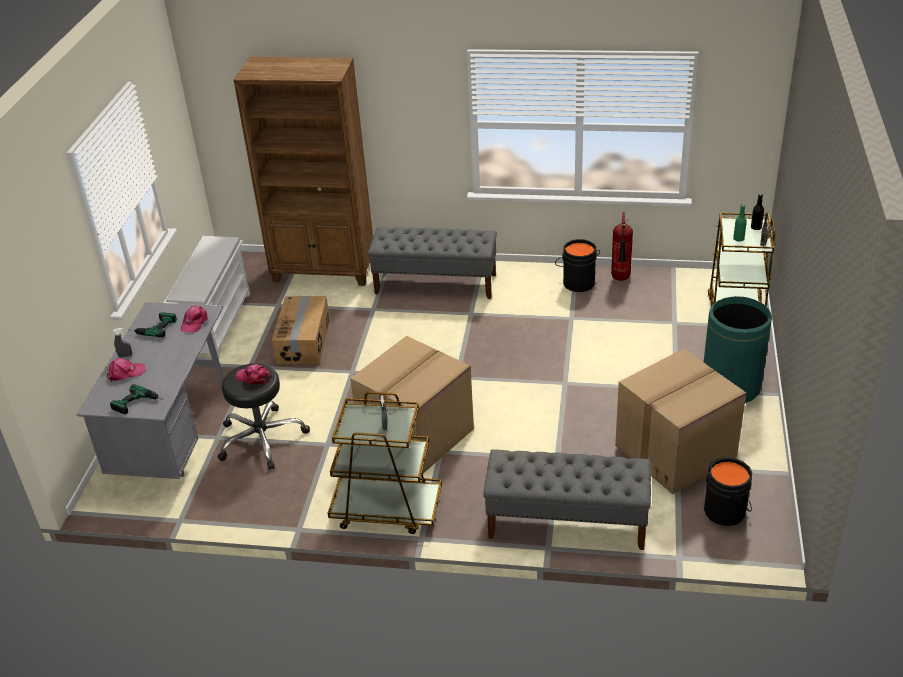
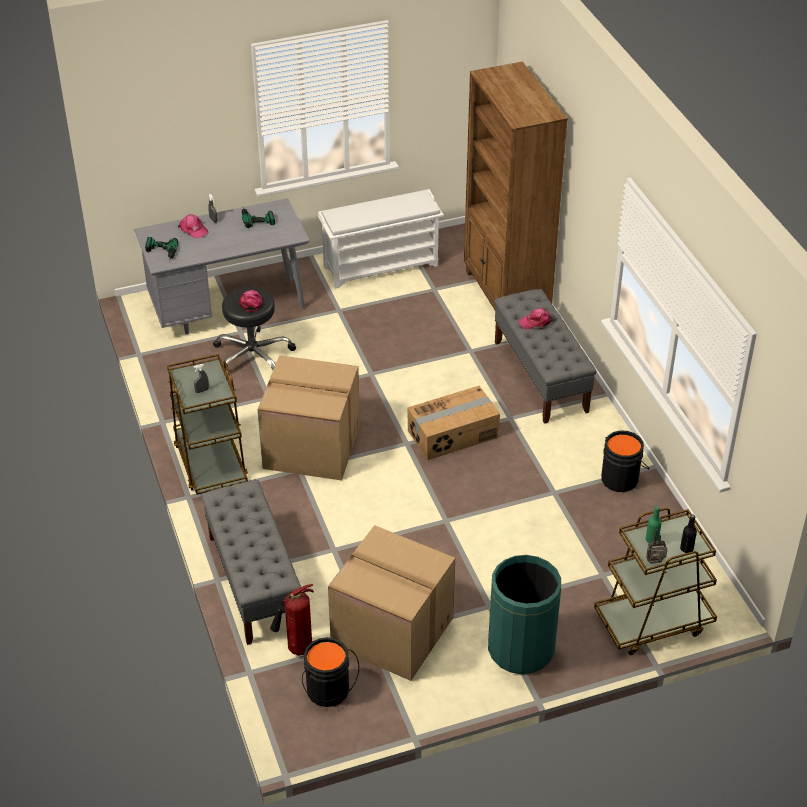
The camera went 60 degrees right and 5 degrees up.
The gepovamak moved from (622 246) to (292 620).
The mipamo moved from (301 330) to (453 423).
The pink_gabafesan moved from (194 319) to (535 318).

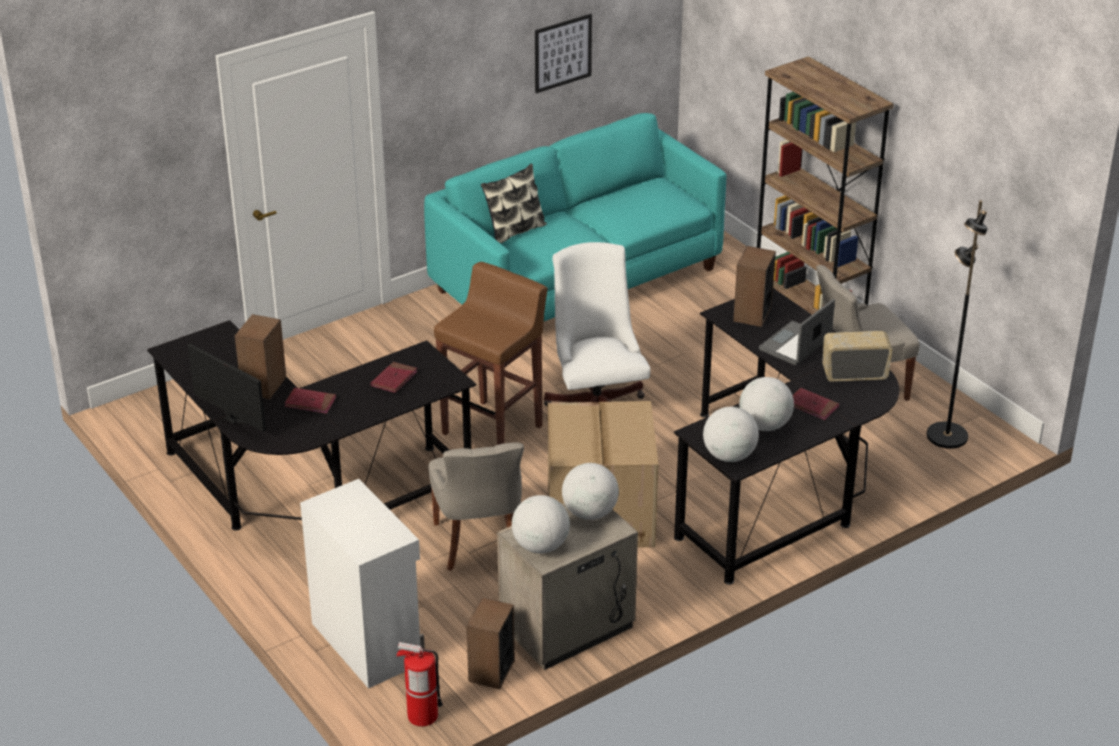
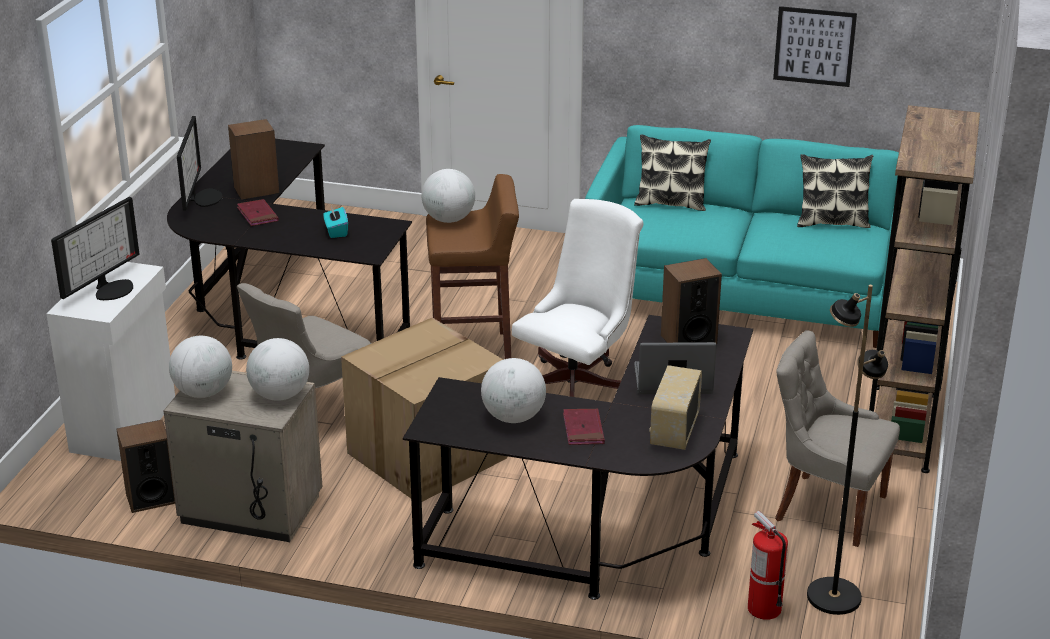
The camera went 50 degrees right and 5 degrees down.
The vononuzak at (95 248) appeared.
The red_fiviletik at (394 377) was replaced by the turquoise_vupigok at (335 222).
The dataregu moved from (731 434) to (448 196).
The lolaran at (857 356) turned 120 degrees counterclockwise.
The gepovamak moved from (419 684) to (768 565).
The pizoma at (835 191) appeared.

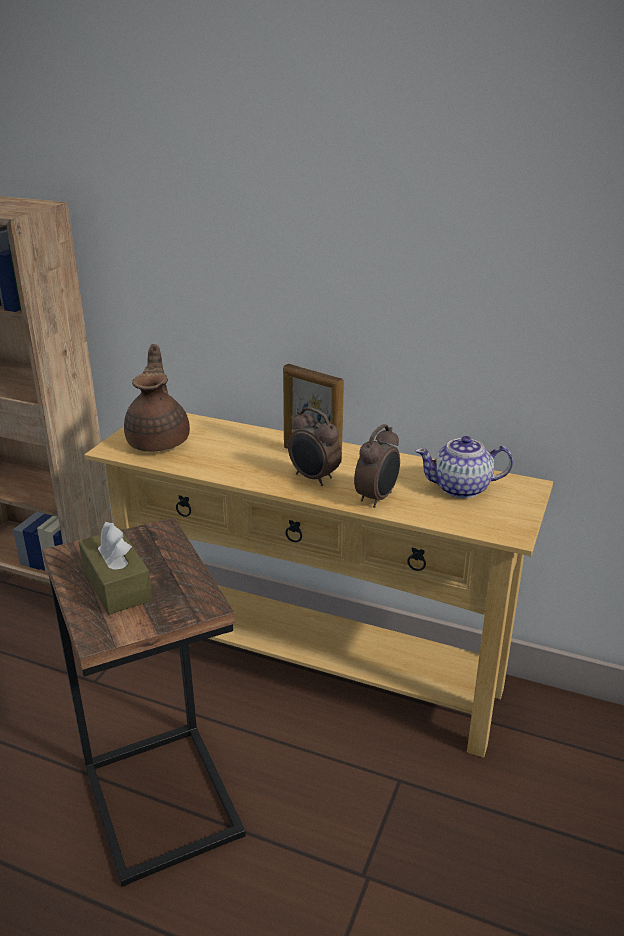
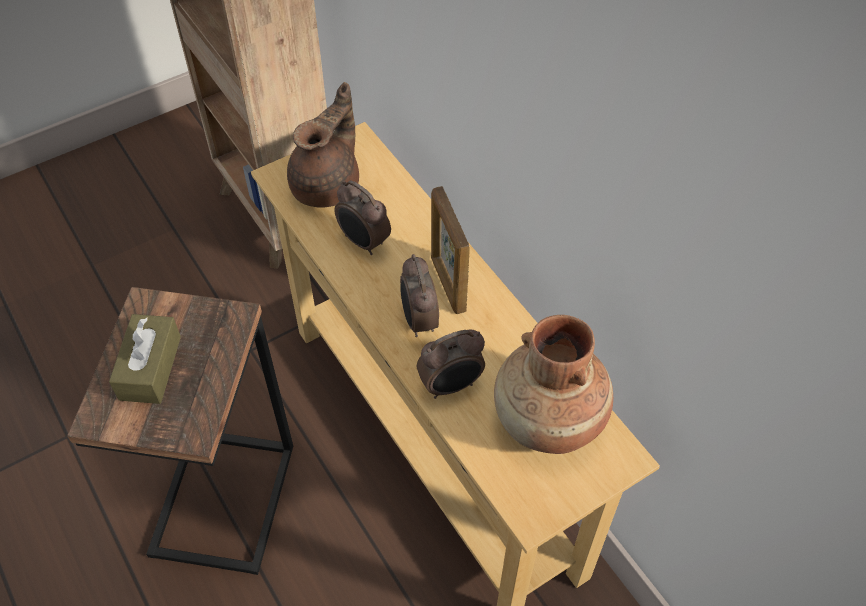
The camera went 35 degrees right and 25 degrees up.
The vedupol at (362 217) appeared.
The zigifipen at (464 467) was replaced by the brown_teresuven at (553 384).

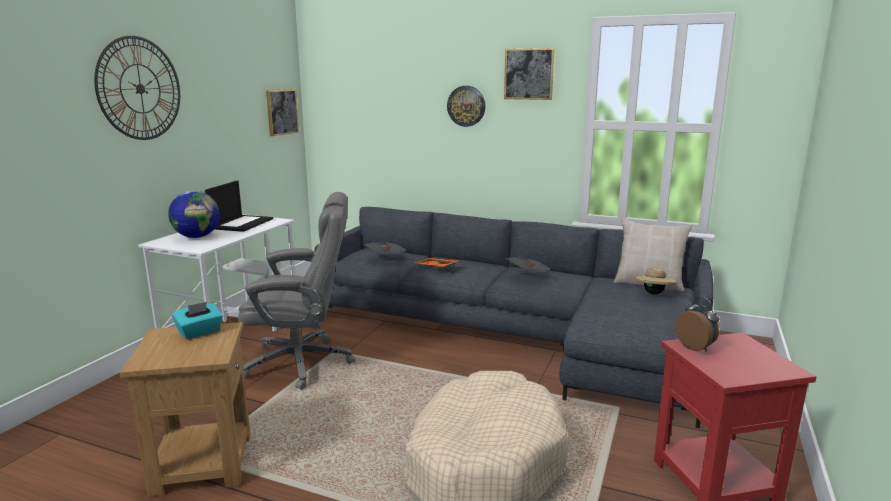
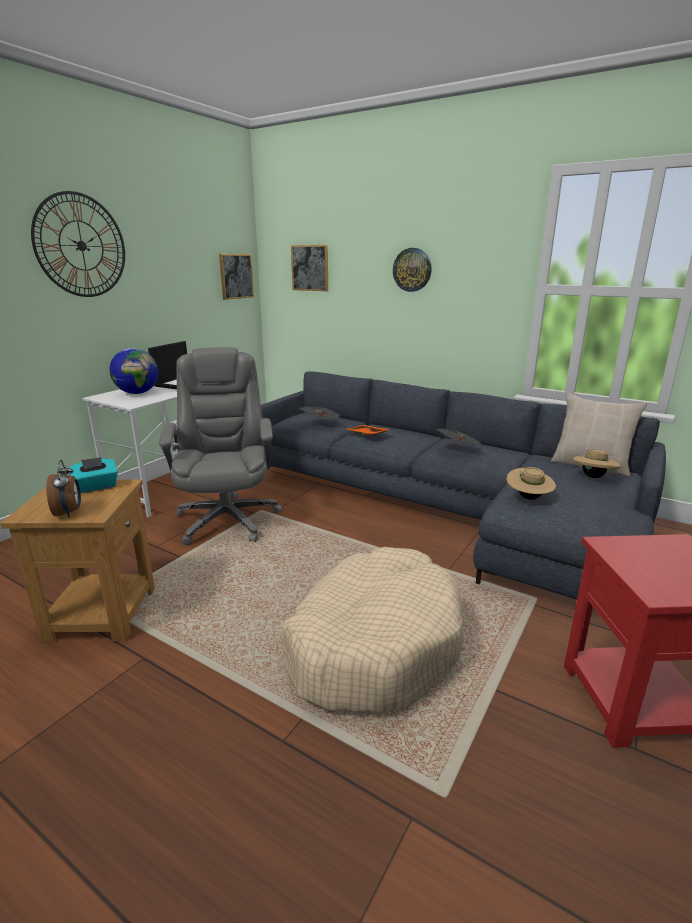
The camera went 10 degrees right and 5 degrees up.
The vedupol moved from (697 324) to (63 489).
The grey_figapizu at (296 291) turned 105 degrees counterclockwise.
The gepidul moved from (529 74) to (309 268).
The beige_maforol at (531 483) appeared.

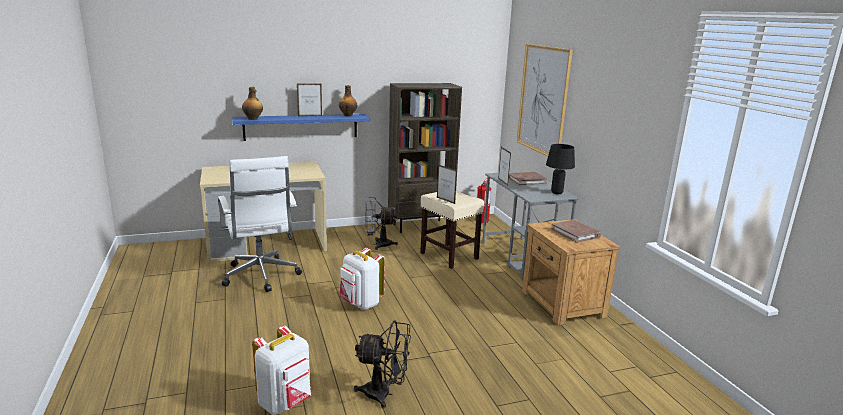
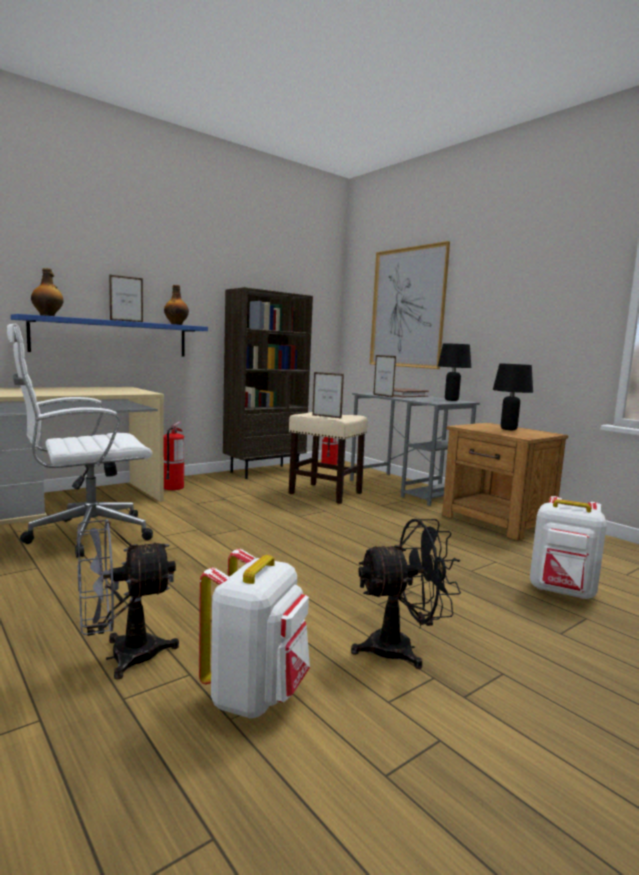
The camera went 20 degrees left and 10 degrees down.
The white_figapizu at (260 224) turned 105 degrees clockwise.
The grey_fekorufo moved from (381 223) to (128 599).
The gepovamak at (174 455) appeared.
The brown_fiviletik at (576 231) was replaced by the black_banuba at (513 396).
The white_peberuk moved from (362 279) to (568 548).

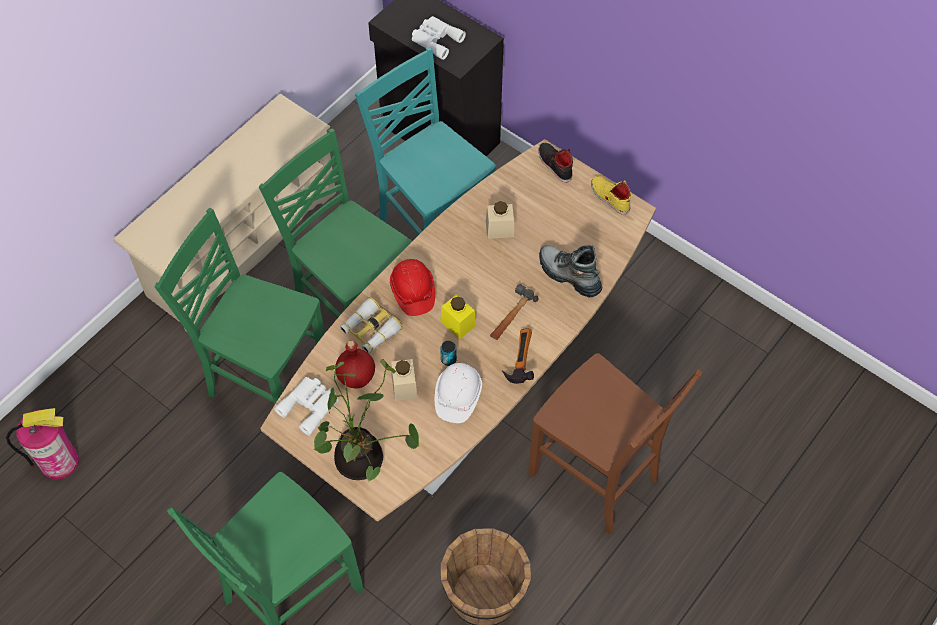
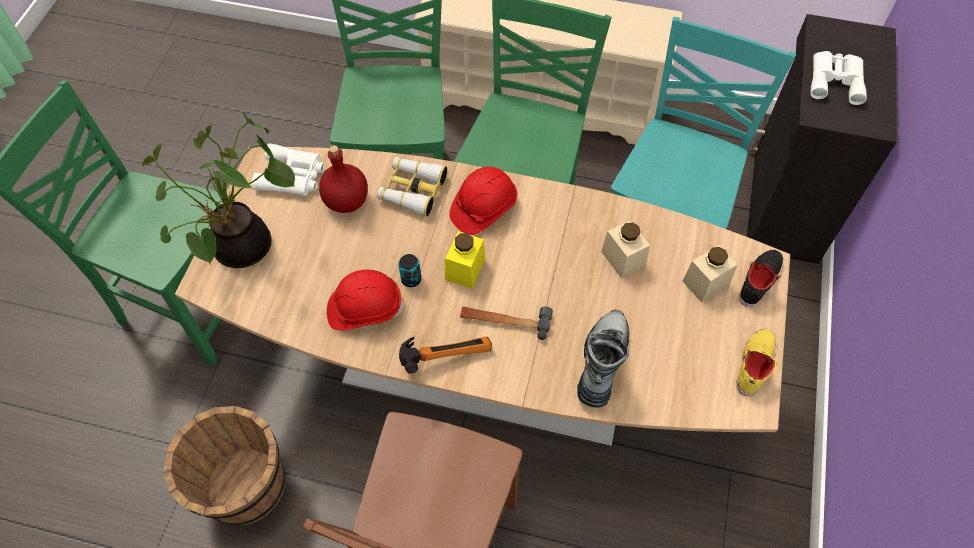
The camera went 65 degrees right and 0 degrees up.
The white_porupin at (458 393) became the red_porupin at (365 300).
The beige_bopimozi moved from (404 380) to (710 274).
The gepovamak at (42 444) disappeared.

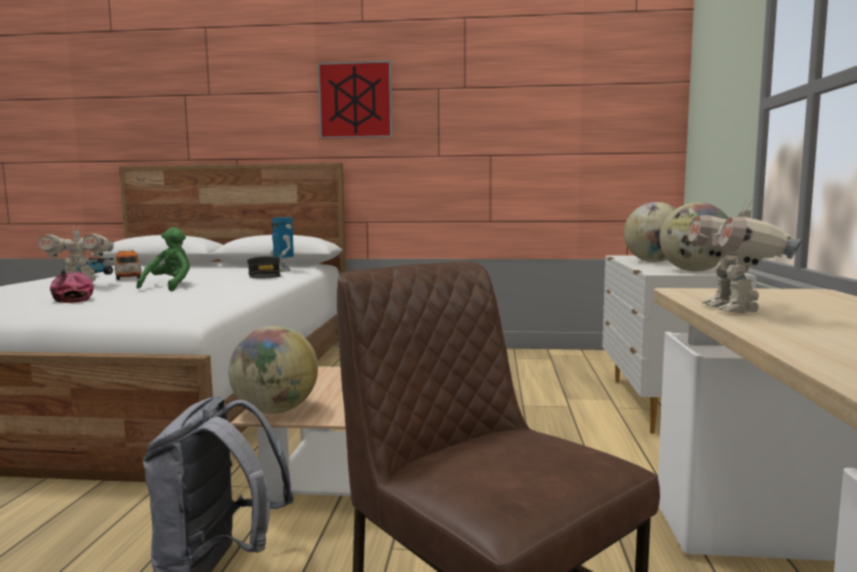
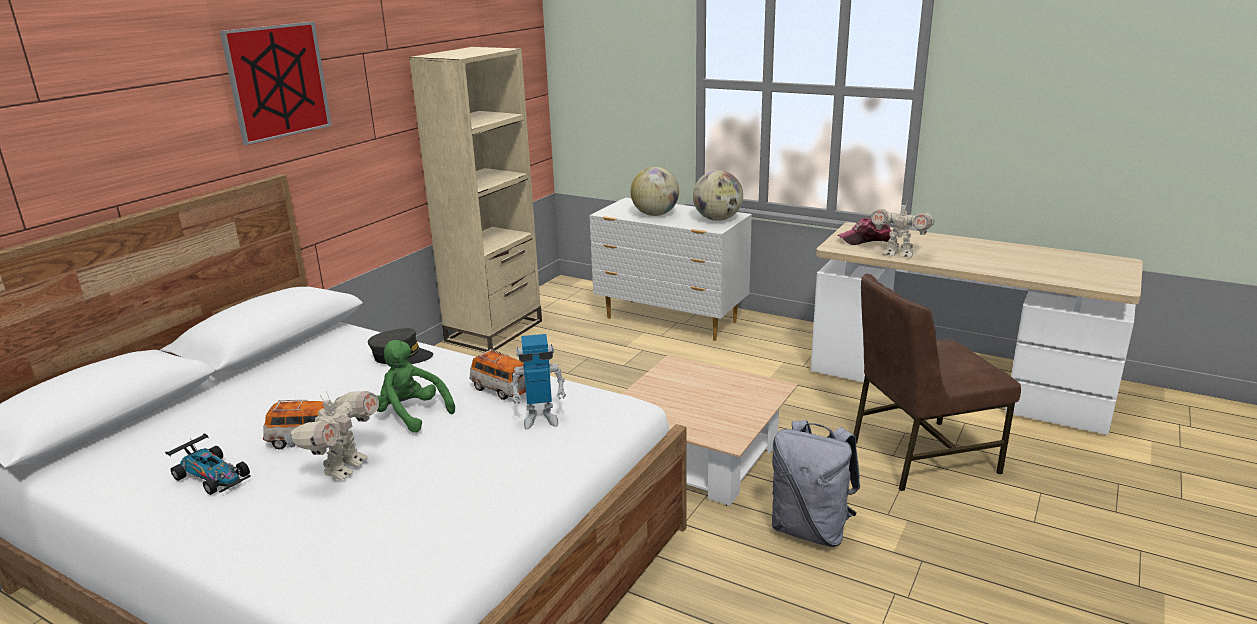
The camera went 65 degrees left and 15 degrees up.
The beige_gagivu at (475 199) appeared.
The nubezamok at (497 374) appeared.
The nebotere moved from (282 244) to (538 382).
The gabafesan moved from (72 287) to (865 231).
The dataregu at (273 370) disappeared.

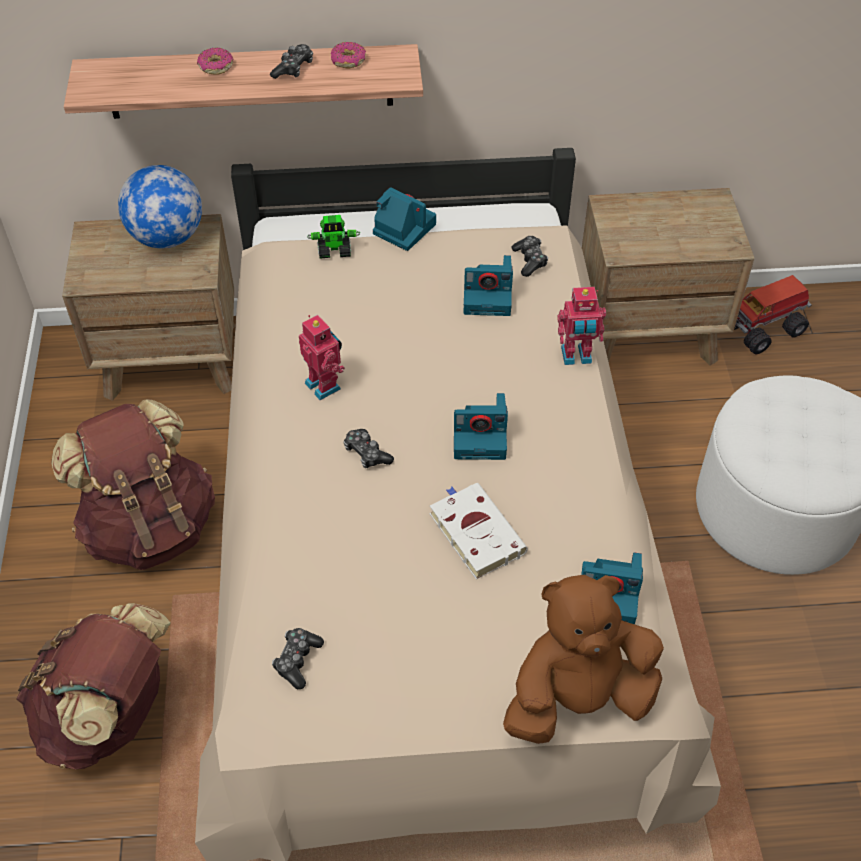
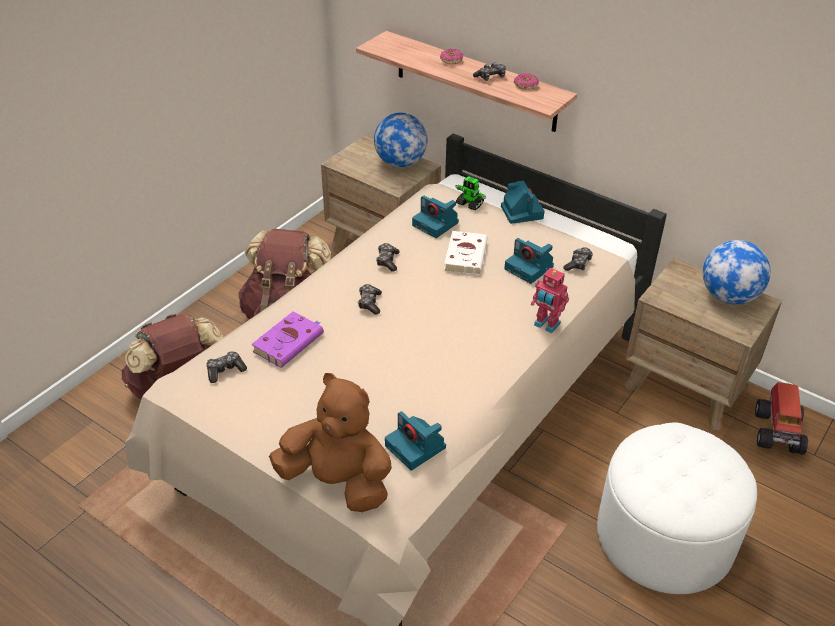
The camera went 40 degrees right and 10 degrees down.
The purple_fiviletik at (287 339) appeared.
The nebotere at (322 357) was replaced by the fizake at (387 257).
The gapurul moved from (481 426) to (435 216).
The white_fiviletik moved from (479 531) to (466 253).
The dataregu at (737 272) appeared.
The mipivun at (773 314) turned 90 degrees counterclockwise.

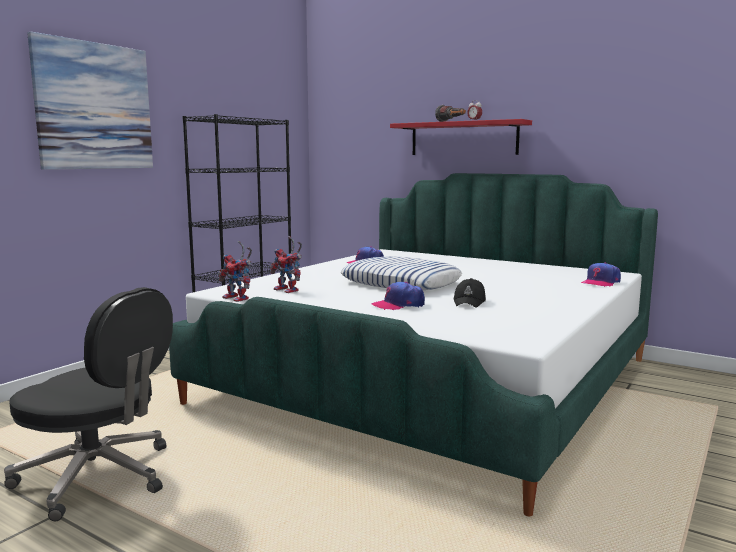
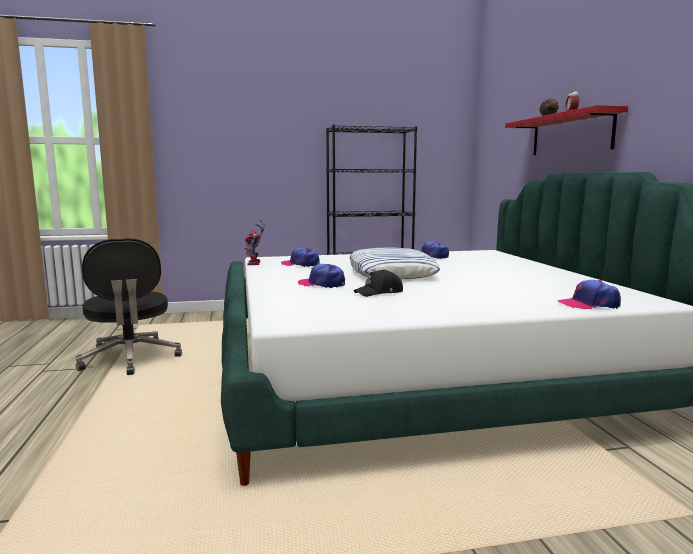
The camera went 45 degrees right and 0 degrees up.
The nebotere at (285 264) was replaced by the gabafesan at (300 257).
The gepidul at (90 101) disappeared.

